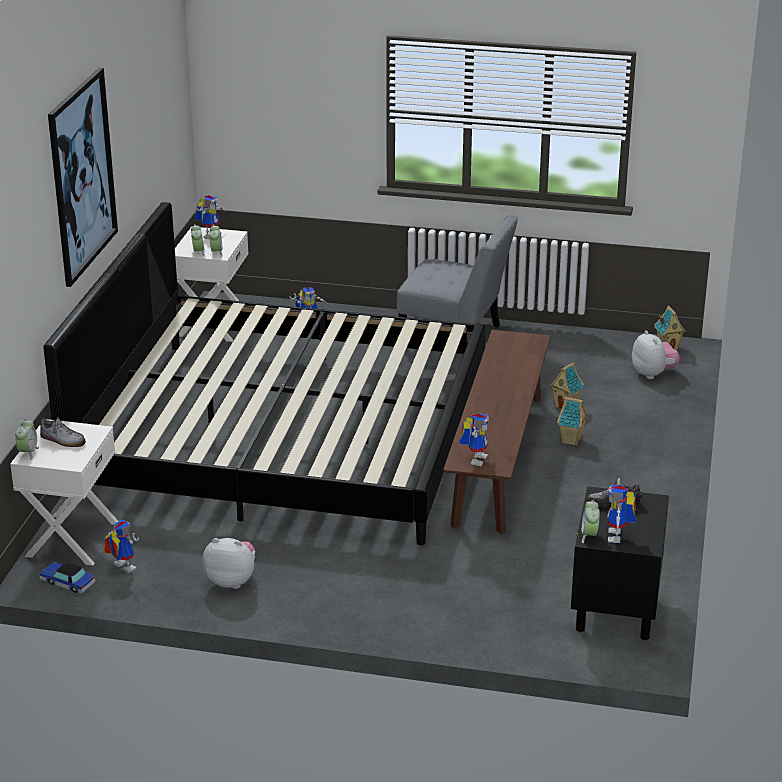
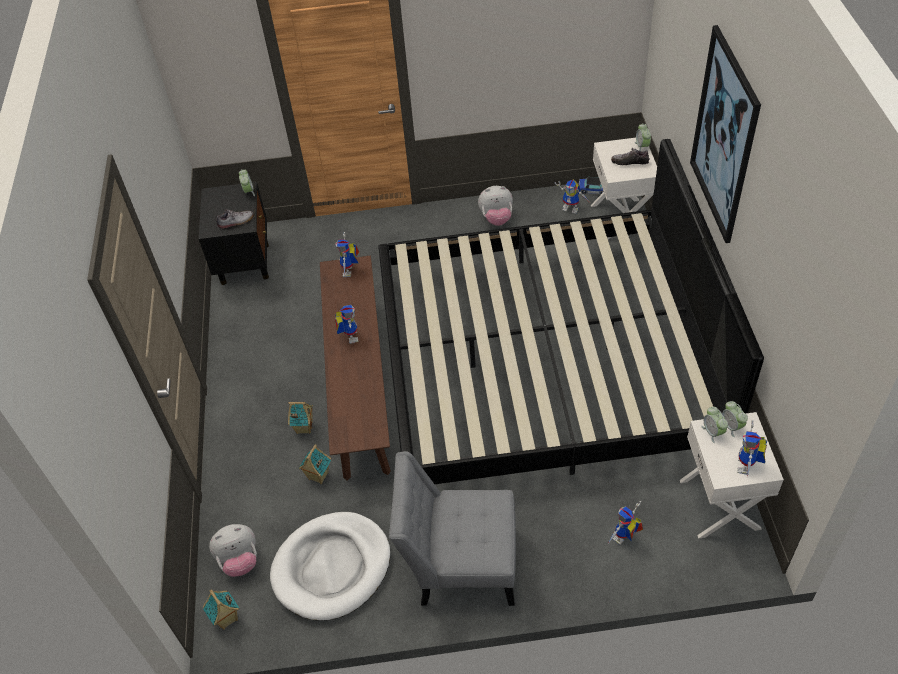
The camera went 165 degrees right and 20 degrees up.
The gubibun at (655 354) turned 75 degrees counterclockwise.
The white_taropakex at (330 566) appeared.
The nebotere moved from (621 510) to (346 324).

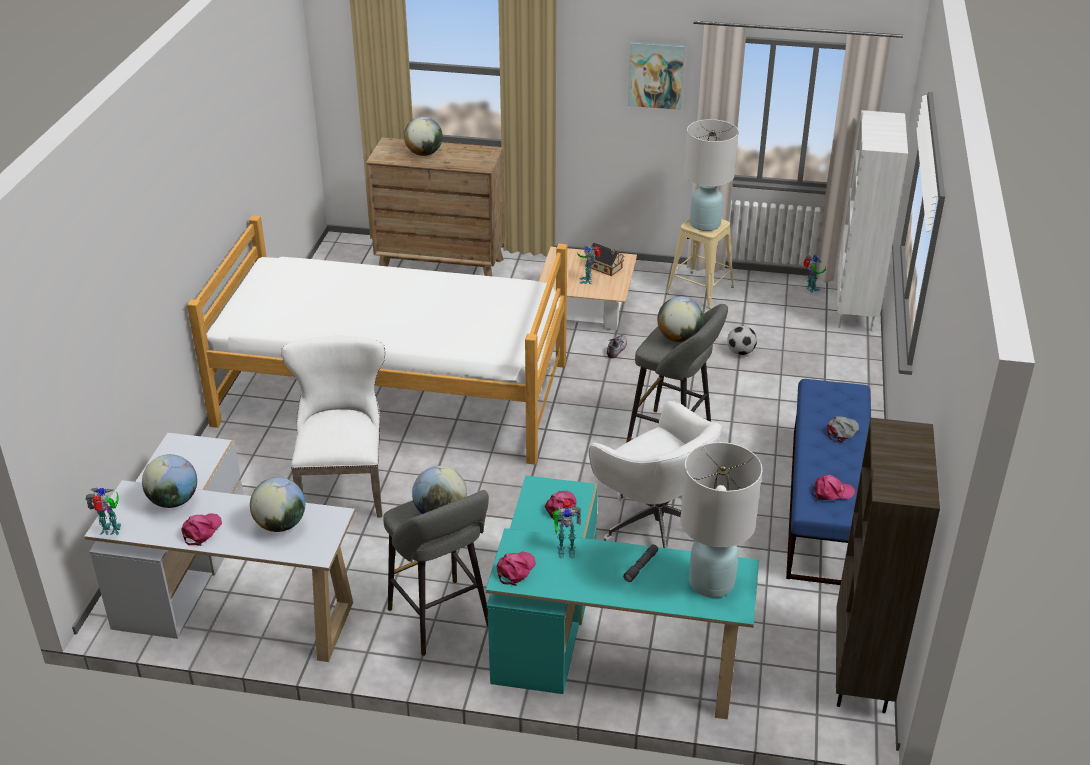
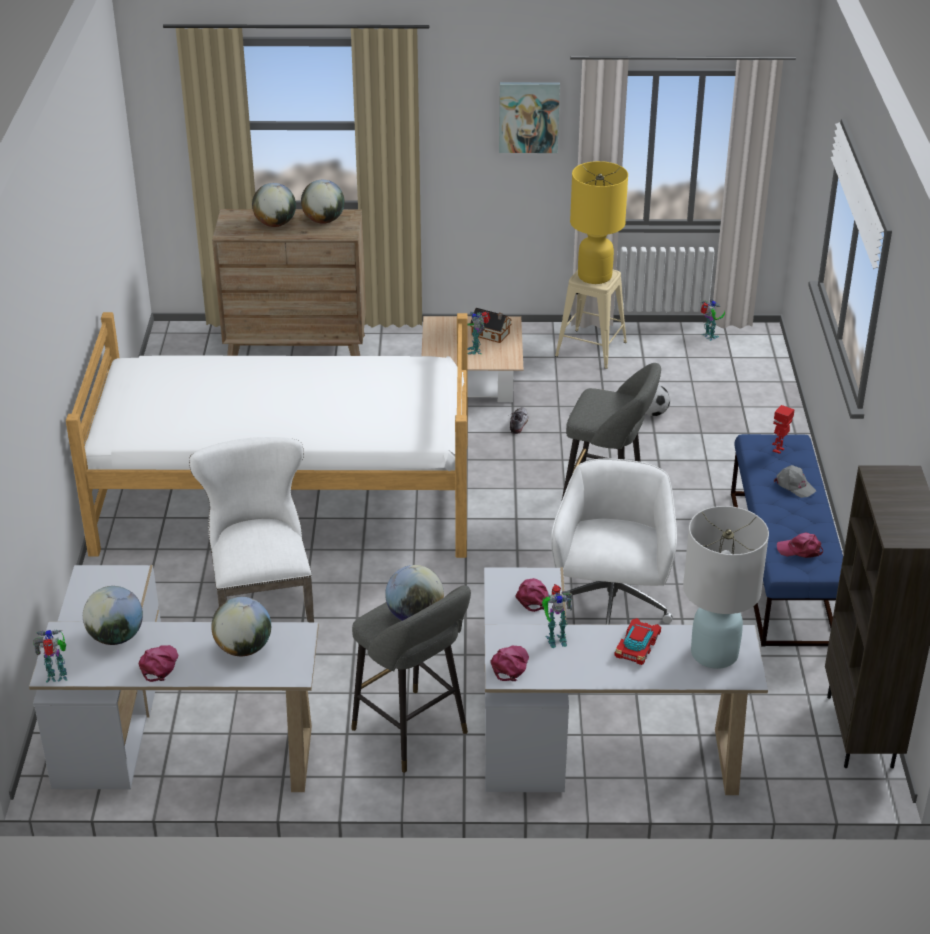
The camera went 10 degrees left and 0 degrees up.
The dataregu moved from (680 319) to (323 202).
The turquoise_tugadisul at (622 598) became the white_tugadisul at (626 681).
The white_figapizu at (655 474) turned 120 degrees counterclockwise.
The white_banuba at (711 175) became the yellow_banuba at (599 222).
The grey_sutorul at (640 563) was replaced by the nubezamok at (637 641).
The nebotere at (783 429) appeared.
The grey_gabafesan at (843 429) turned 105 degrees clockwise.
The pink_gabafesan at (833 487) turned 150 degrees counterclockwise.
The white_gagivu at (872 220) disappeared.

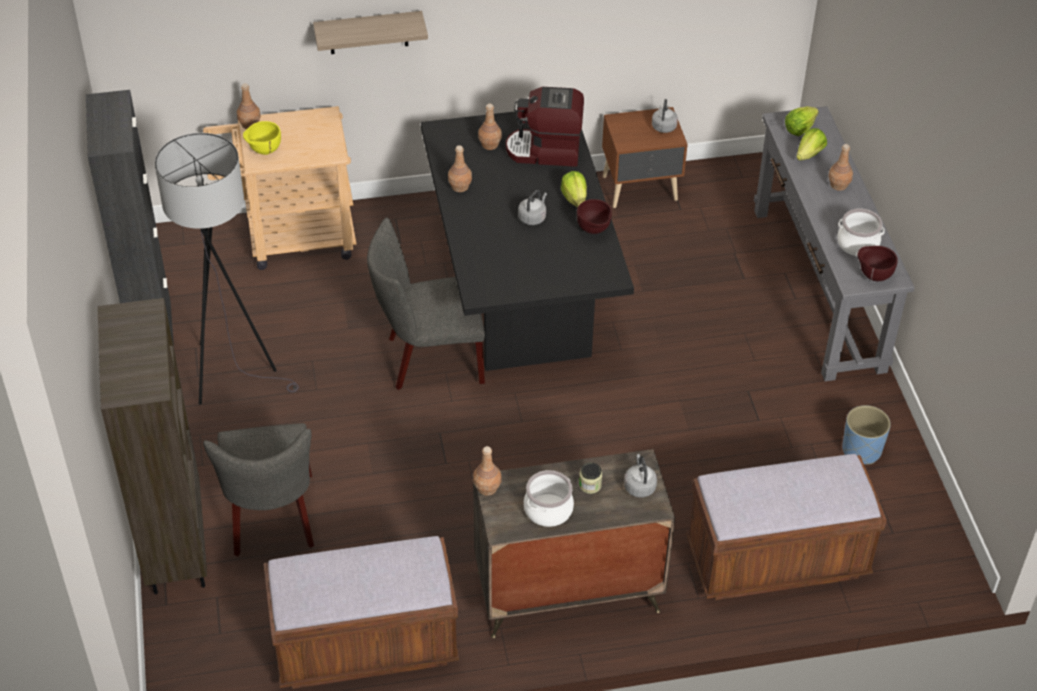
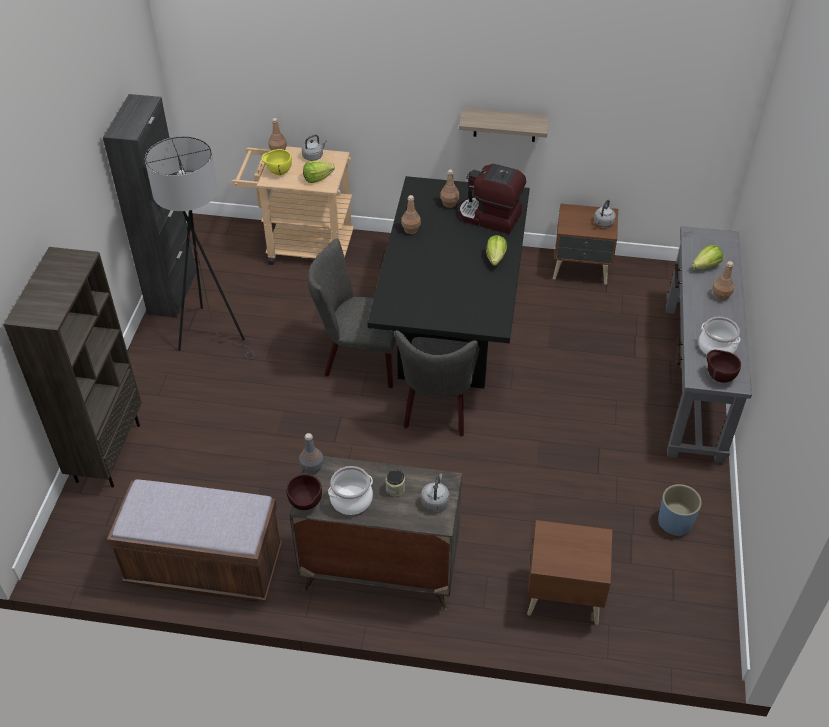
The camera went 20 degrees right and 0 degrees up.
The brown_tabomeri moved from (594 216) to (304 492).
The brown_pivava at (487 471) became the grey_pivava at (311 454).
The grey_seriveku moved from (532 207) to (314 148).
The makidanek moved from (802 121) to (319 171).
The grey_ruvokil moved from (258 489) to (437 383).
The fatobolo moved from (370 32) to (504 125).
The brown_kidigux at (786 527) was replaced by the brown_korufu at (569 572).

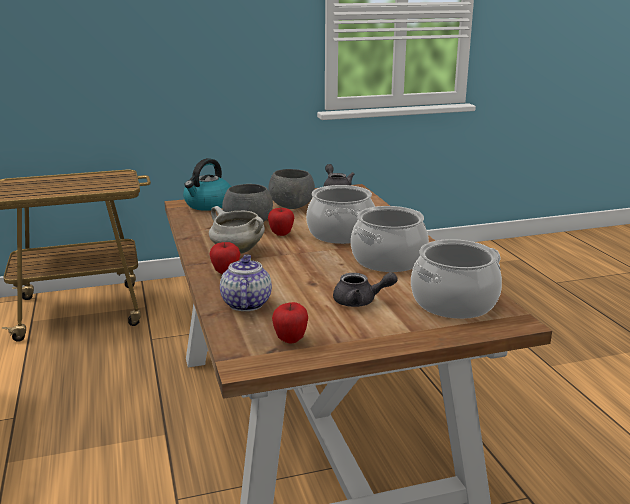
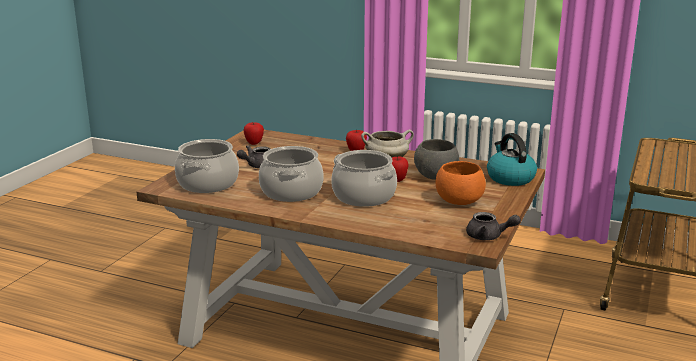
The camera went 130 degrees right and 0 degrees up.
The grey_tabomeri at (291 189) became the orange_tabomeri at (460 183).
The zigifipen at (246 283) disappeared.

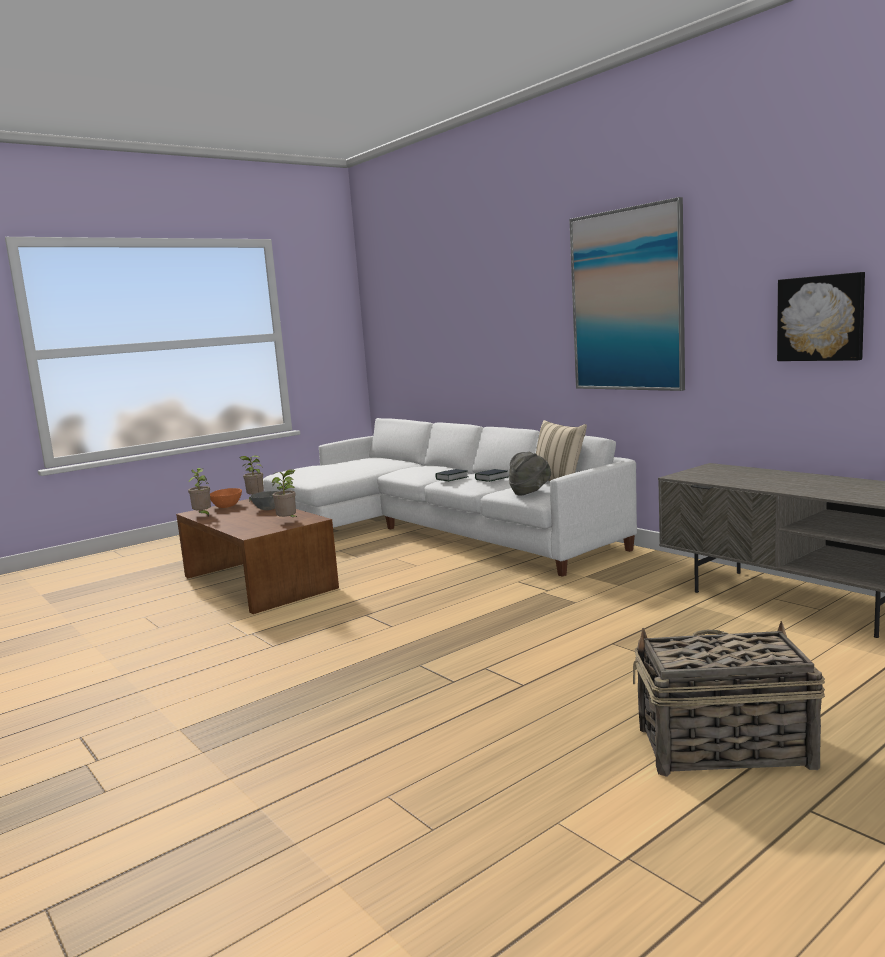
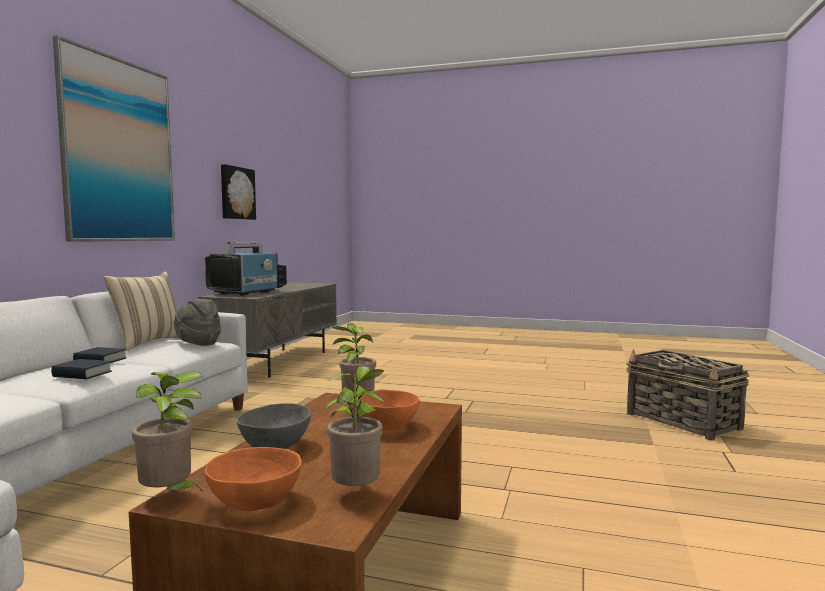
The camera went 125 degrees left and 5 degrees down.
The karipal at (246 268) appeared.
The orange_tabomeri at (389 410) appeared.
The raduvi moved from (729 699) to (687 394).

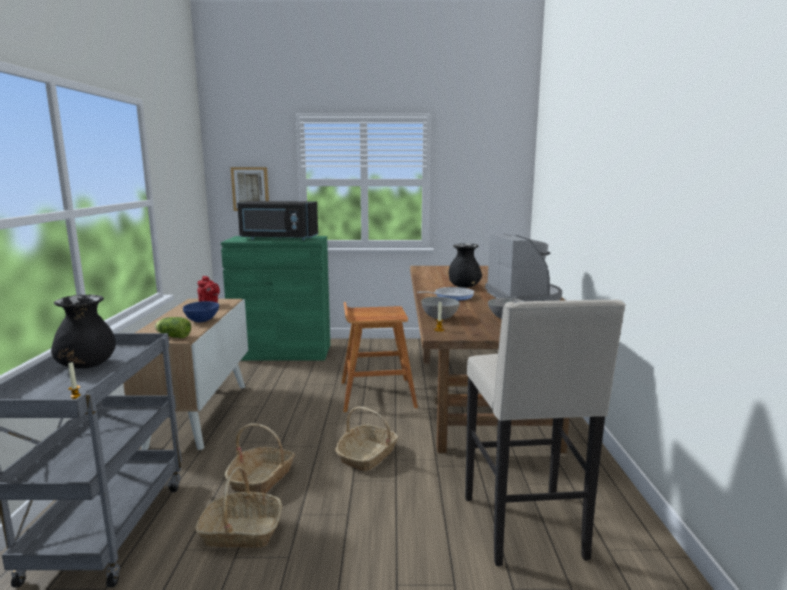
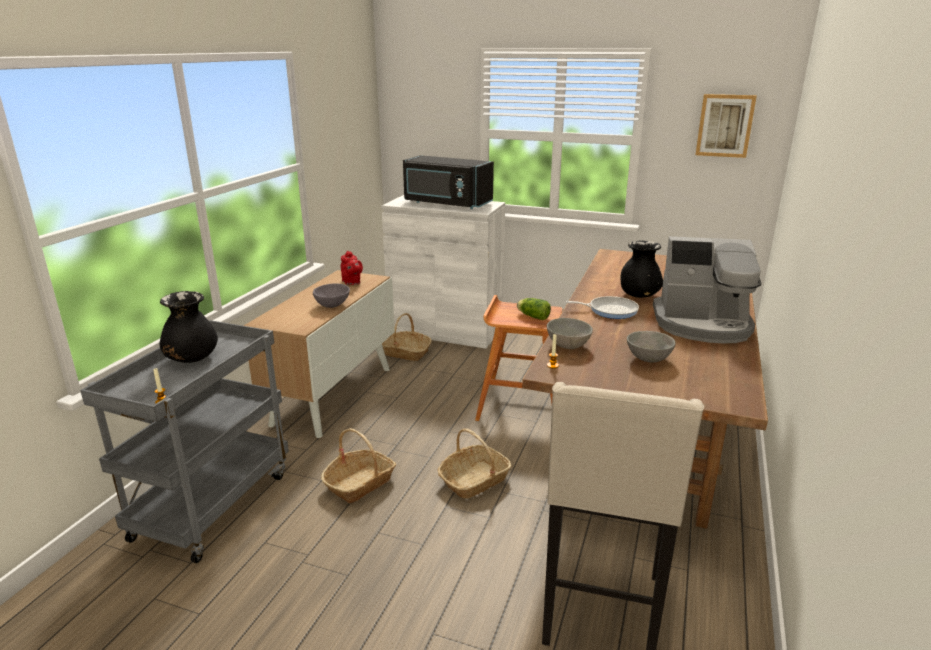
The camera went 20 degrees right and 10 degrees up.
The blue_tabomeri at (201 311) became the grey_tabomeri at (331 295).
The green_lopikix at (275 298) became the white_lopikix at (443 272).
The raduvi moved from (238 507) to (406 337).
The makidanek moved from (173 327) to (534 309).
The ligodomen at (523 267) turned 90 degrees clockwise.
The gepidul moved from (250 189) to (726 126).

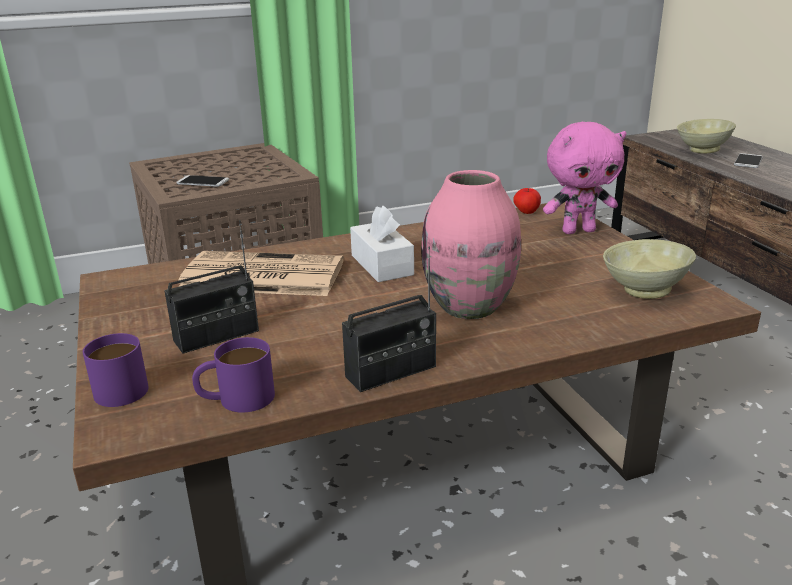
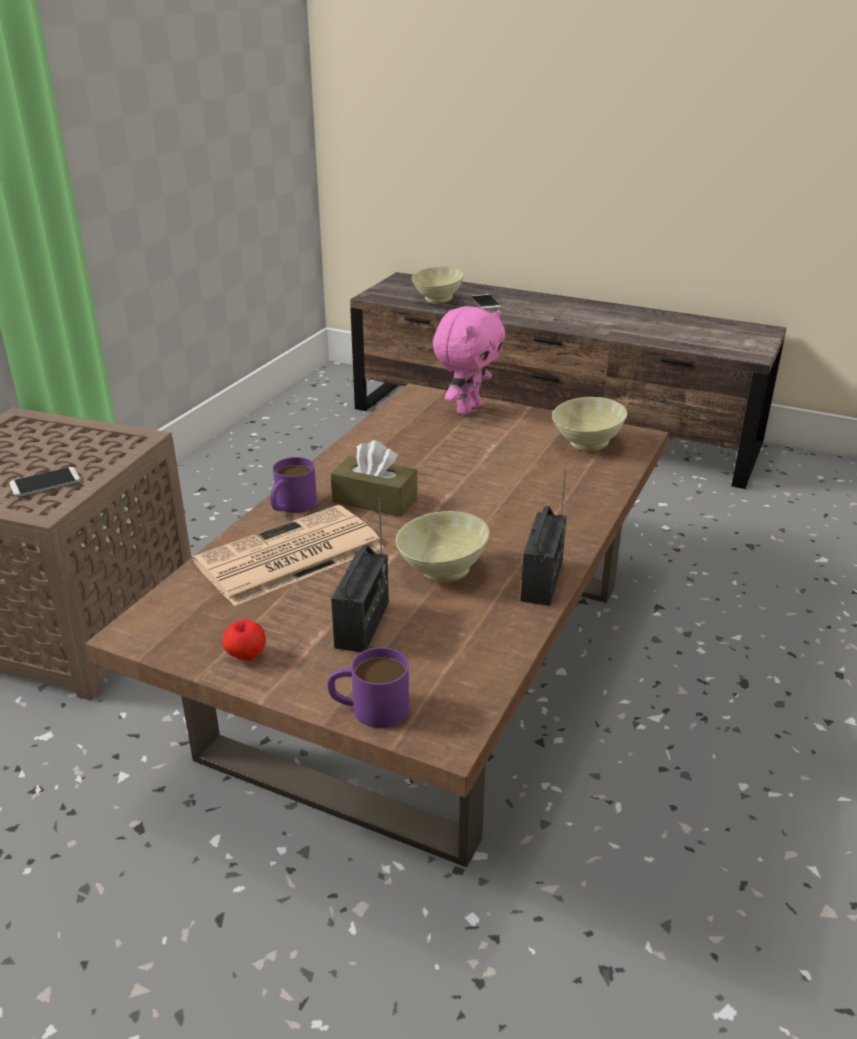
The camera went 45 degrees left and 5 degrees up.
The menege moved from (527 201) to (244 640).
The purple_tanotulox moved from (233 375) to (293 485).
The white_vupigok at (382 243) became the brown_vupigok at (374 478).
The beige_tabomeri at (443 547) appeared.
The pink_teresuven at (471 244) disappeared.

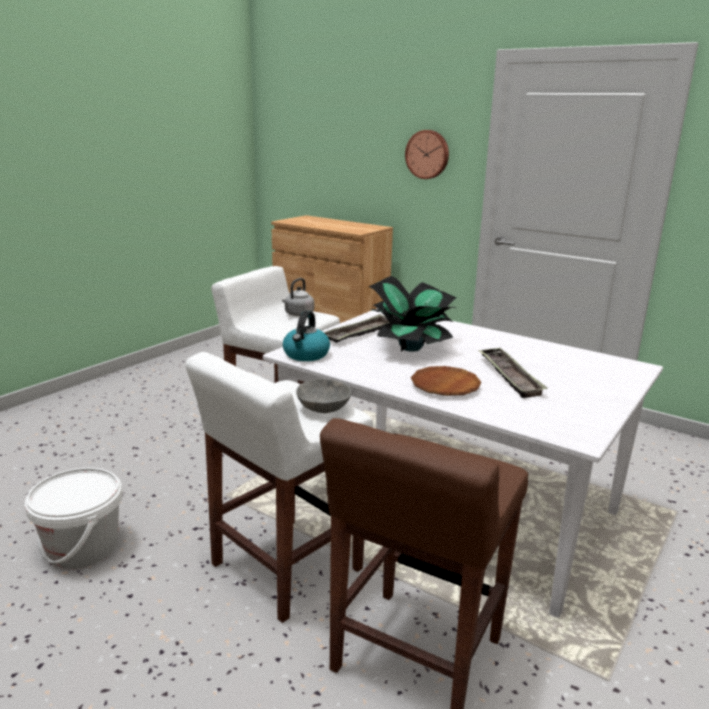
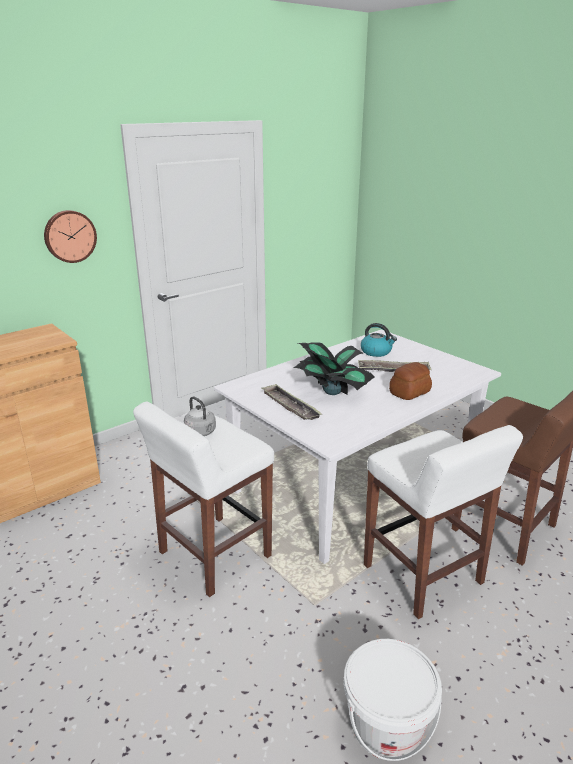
The camera went 75 degrees left and 5 degrees up.
The seriveku moved from (306 336) to (379 340).
The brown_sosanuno at (446 381) was replaced by the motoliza at (410 381).
The grey_tabomeri at (323 396) disappeared.

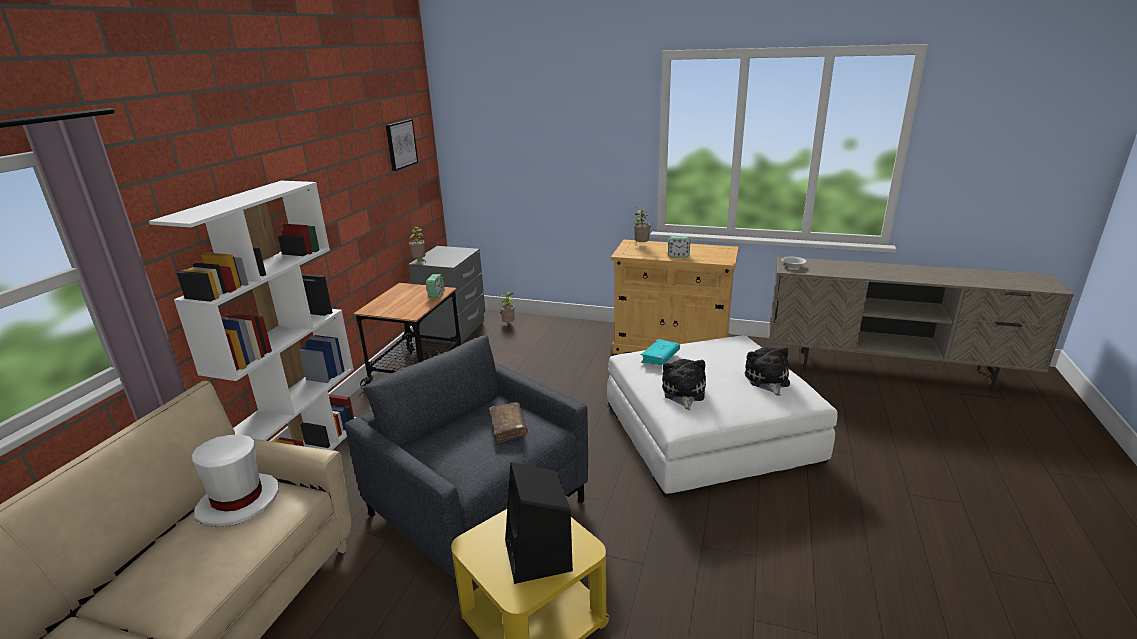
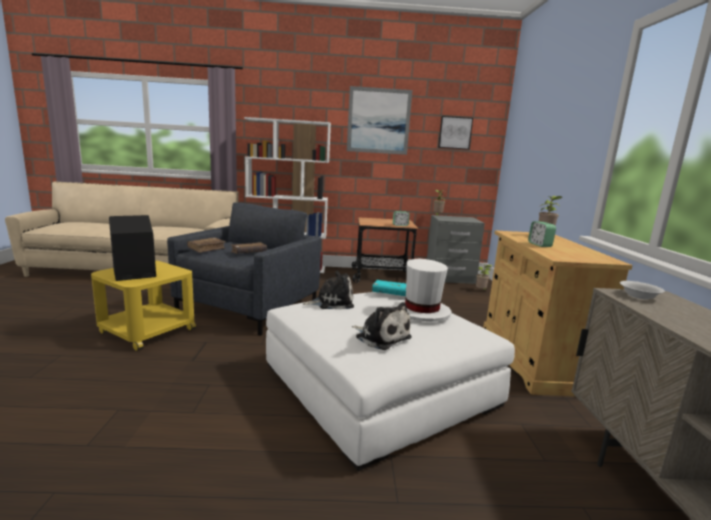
The camera went 70 degrees right and 10 degrees down.
The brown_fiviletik at (206 245) appeared.
The gepidul at (379 120) appeared.
The gubibun at (767 371) turned 60 degrees clockwise.
The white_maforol moved from (235 480) to (422 290).

